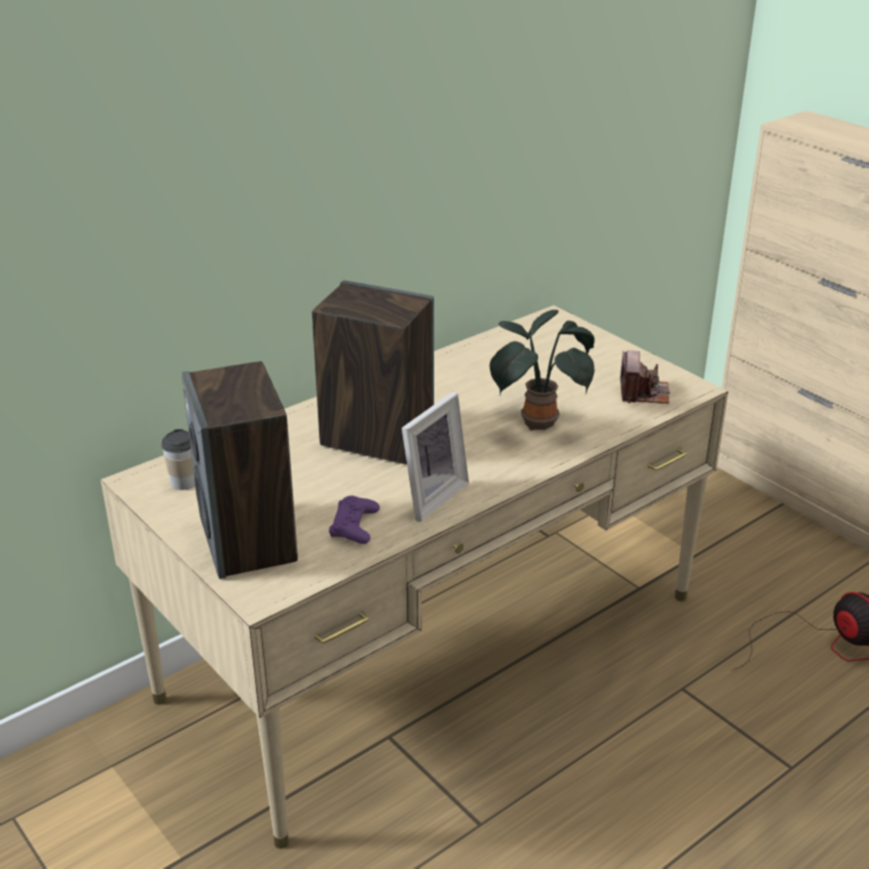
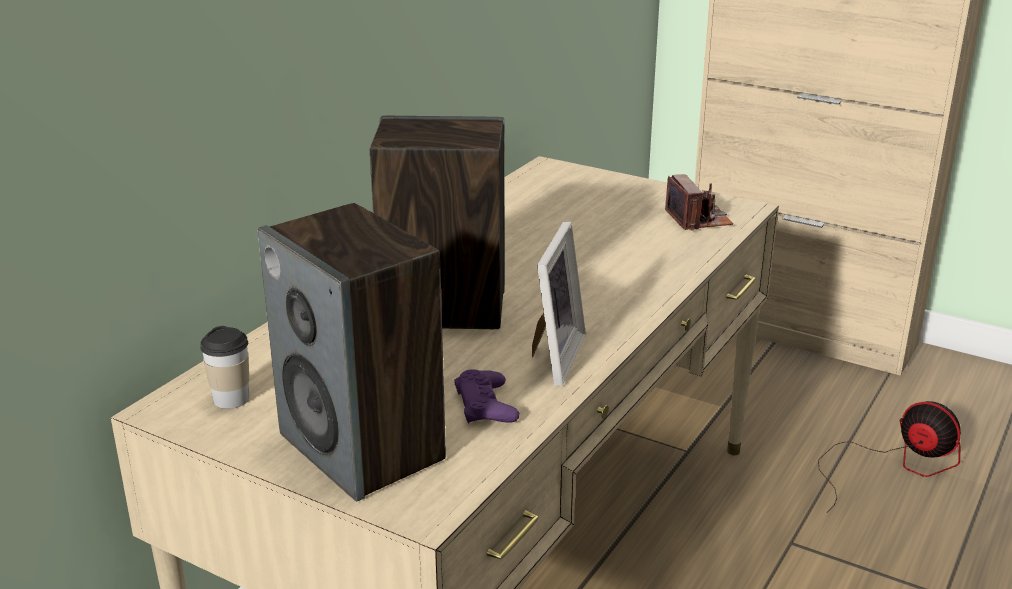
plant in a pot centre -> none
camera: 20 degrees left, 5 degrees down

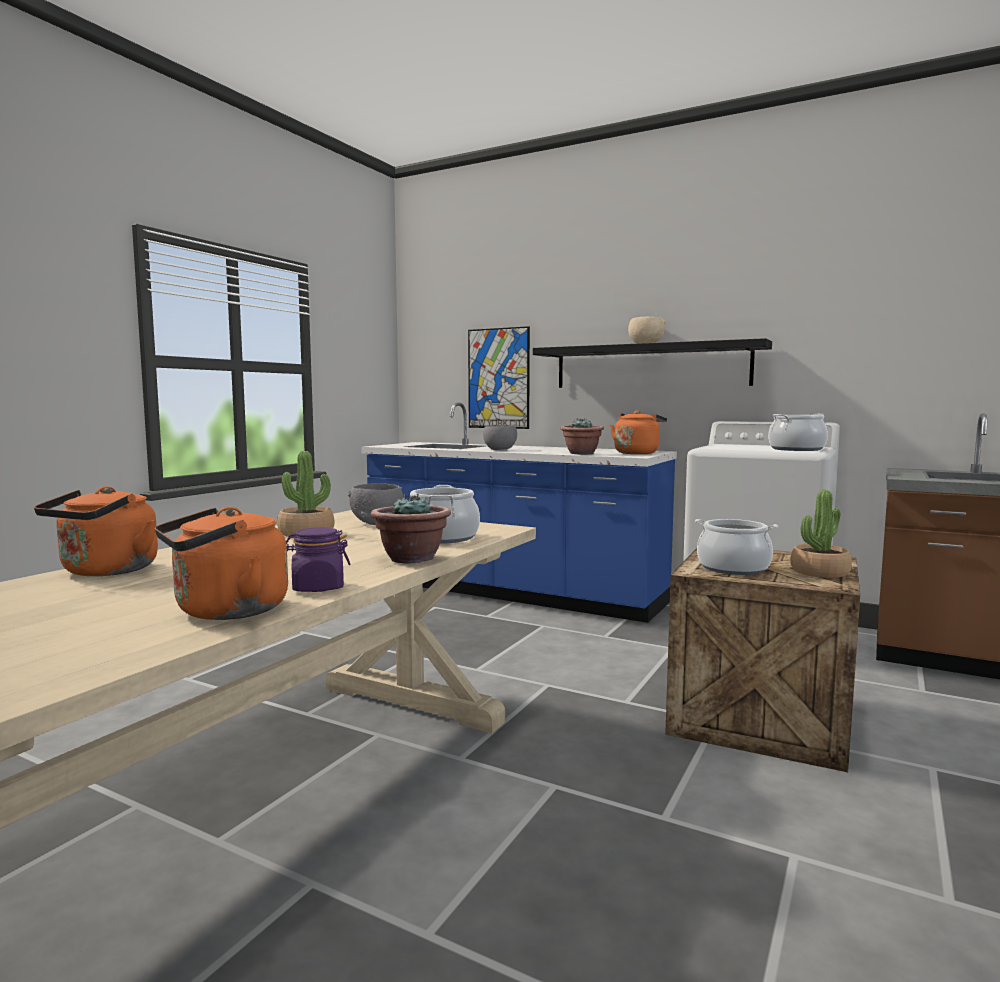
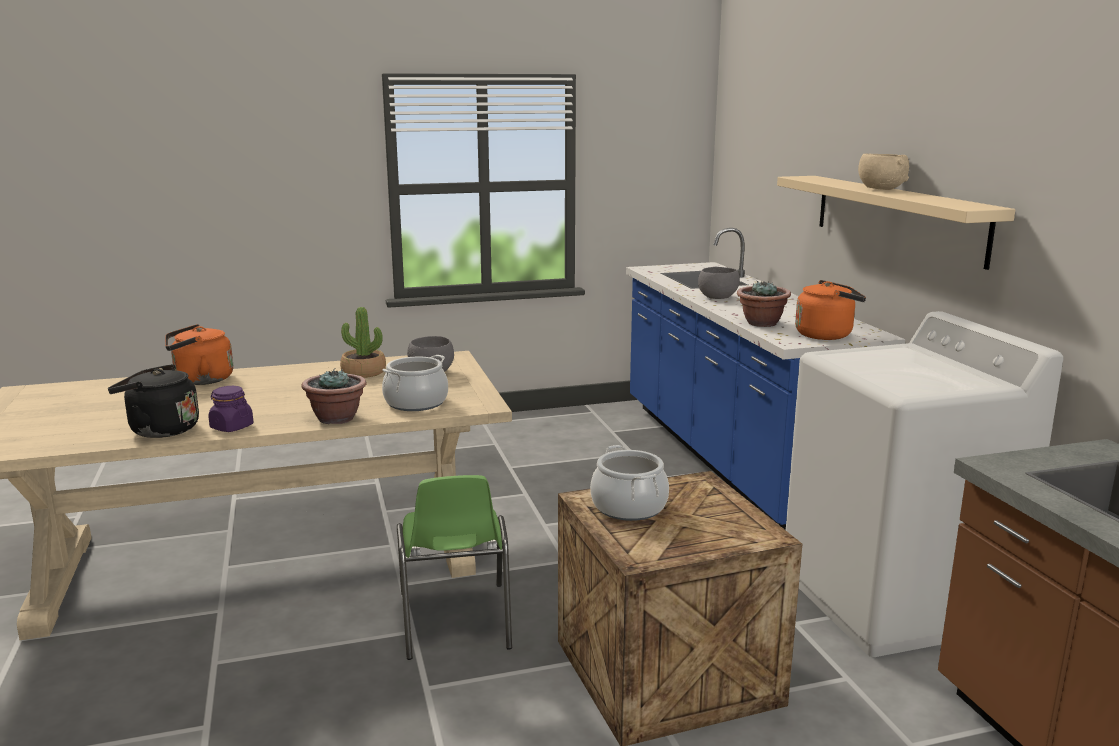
picture centre -> none
black-coloured bracket shelf centre -> sand-coloured bracket shelf top right
stockpot (no. 3 from left) middle right -> none
plant in a pot (no. 4 from left) middle right -> none
orangey tea kettle (no. 2 from left) middle left -> black-coloured tea kettle middle left
none -> green plain chair bottom centre
camera: 45 degrees right, 10 degrees up

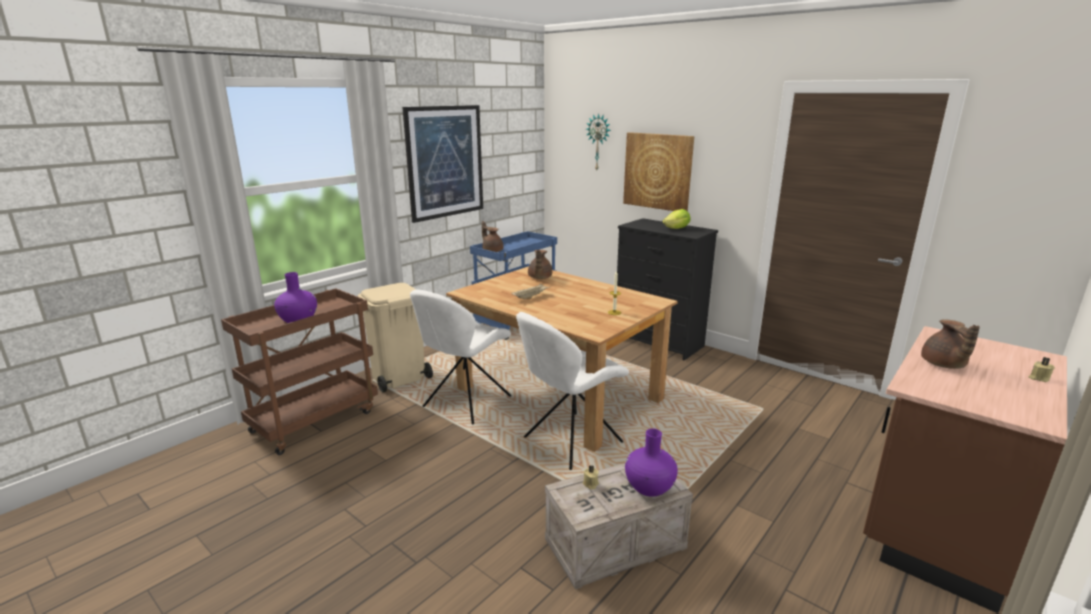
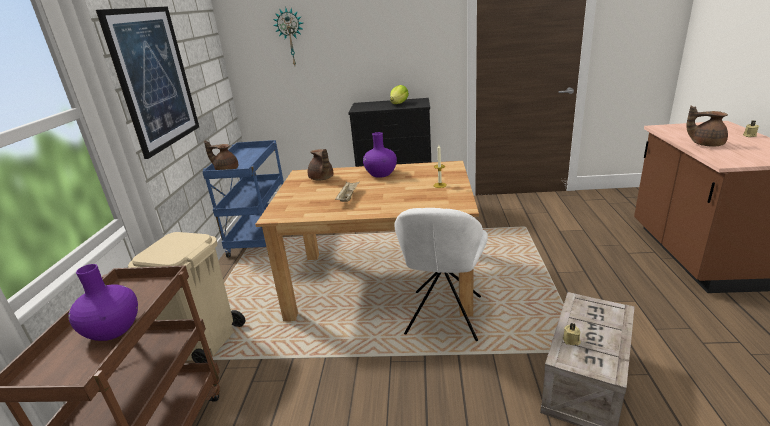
picture (no. 2 from left) top centre -> none
white plain chair (no. 1 from left) centre -> none
brownish tea pot (no. 3 from left) middle right -> brownish tea pot (no. 3 from left) top right, 150 degrees clockwise
purplish vase (no. 2 from left) bottom centre -> purplish vase (no. 2 from left) centre, relocated
camera: 35 degrees left, 5 degrees up

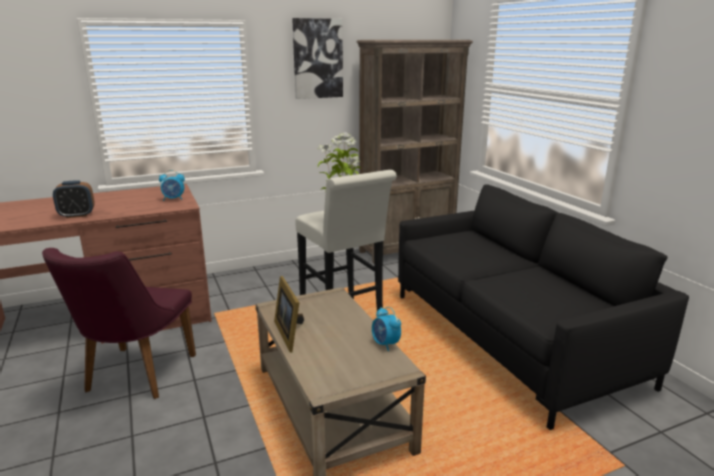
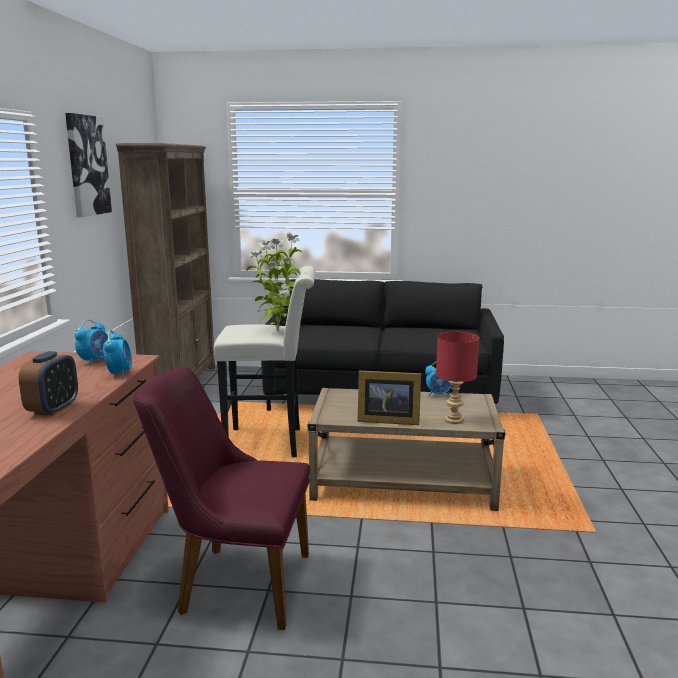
purplish plain chair bottom left, 150 degrees clockwise
none -> bedside clock (no. 3 from left) middle left
none -> red tabletop lamp middle right
camera: 60 degrees left, 5 degrees down

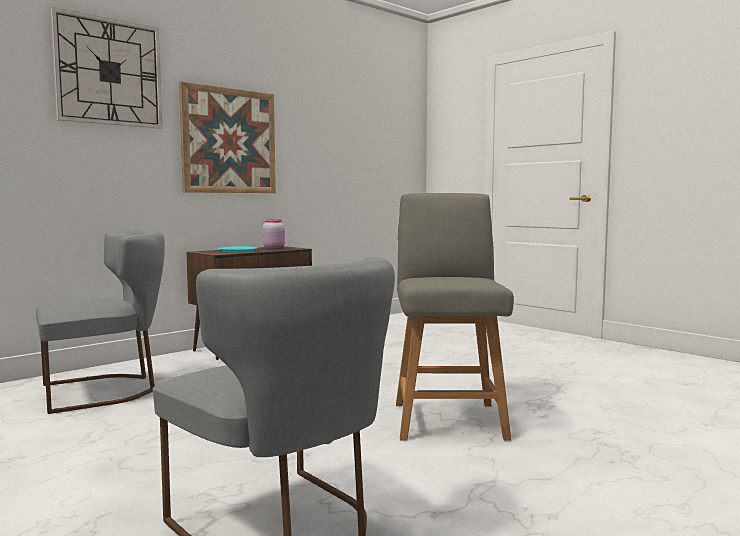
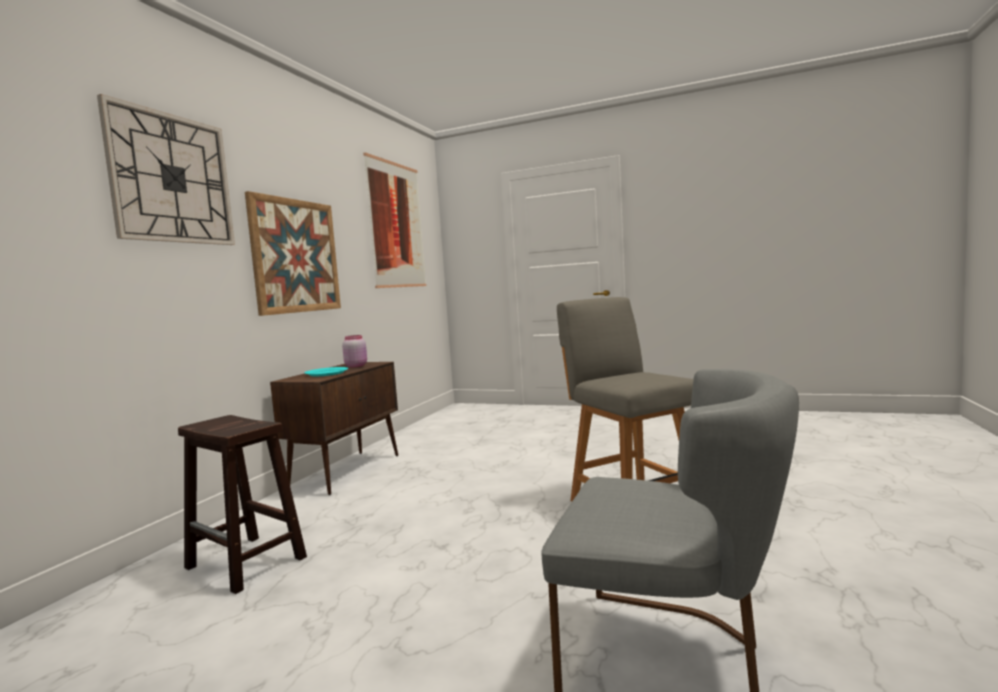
greyish plain chair (no. 1 from left) middle left -> brownish sitting stool bottom left
none -> picture (no. 2 from left) top centre
camera: 25 degrees left, 0 degrees up

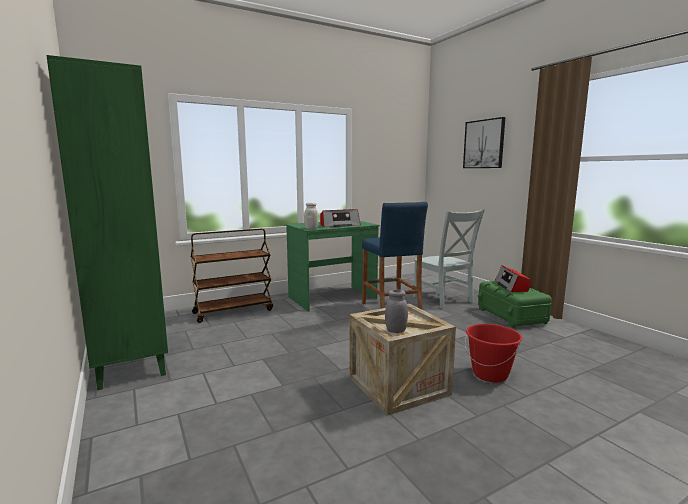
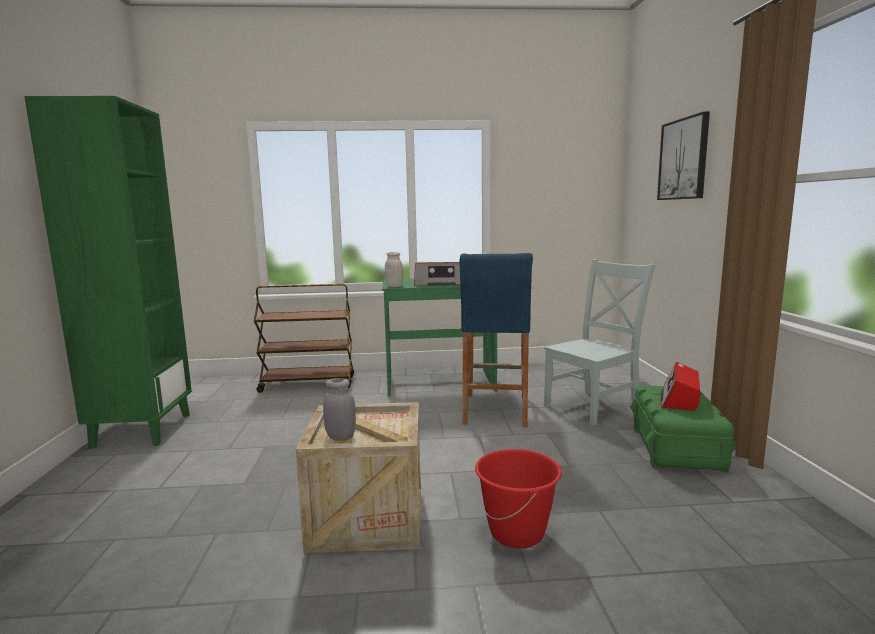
greyish plain chair centre -> greyish plain chair middle right, 120 degrees counterclockwise
camera: 25 degrees right, 0 degrees up

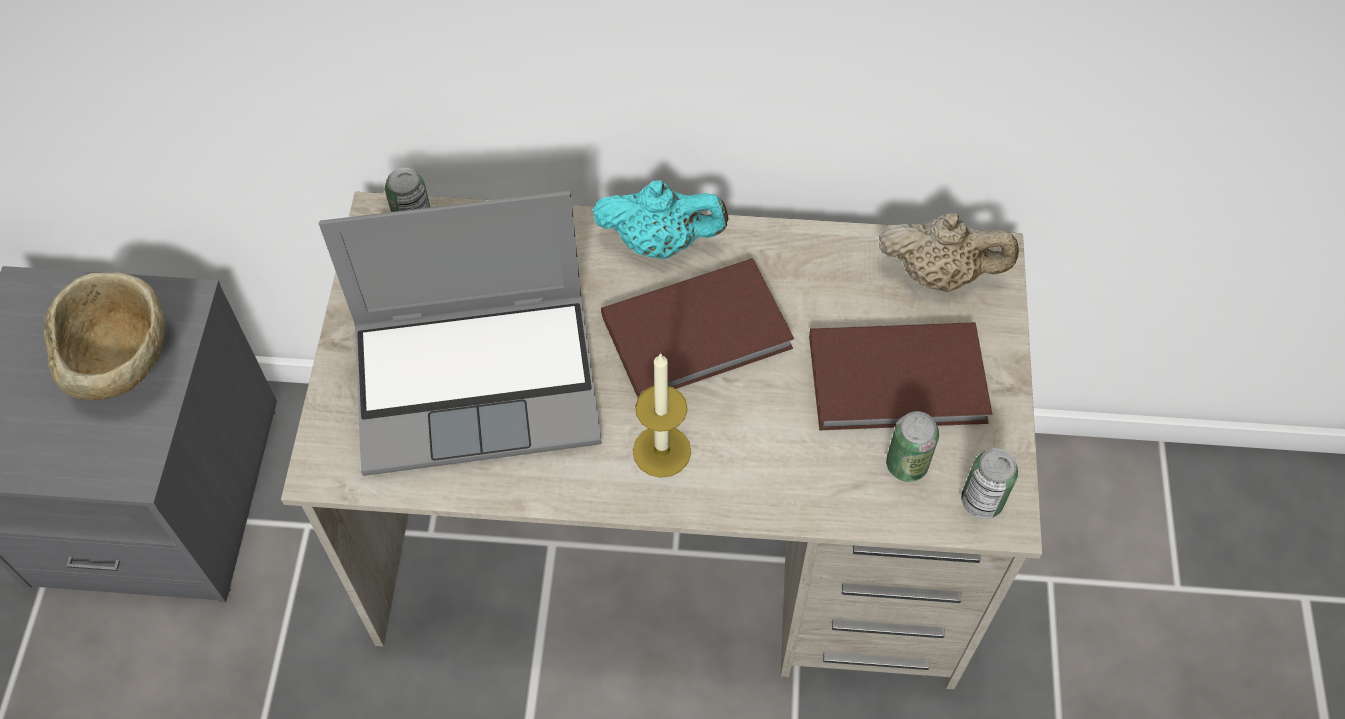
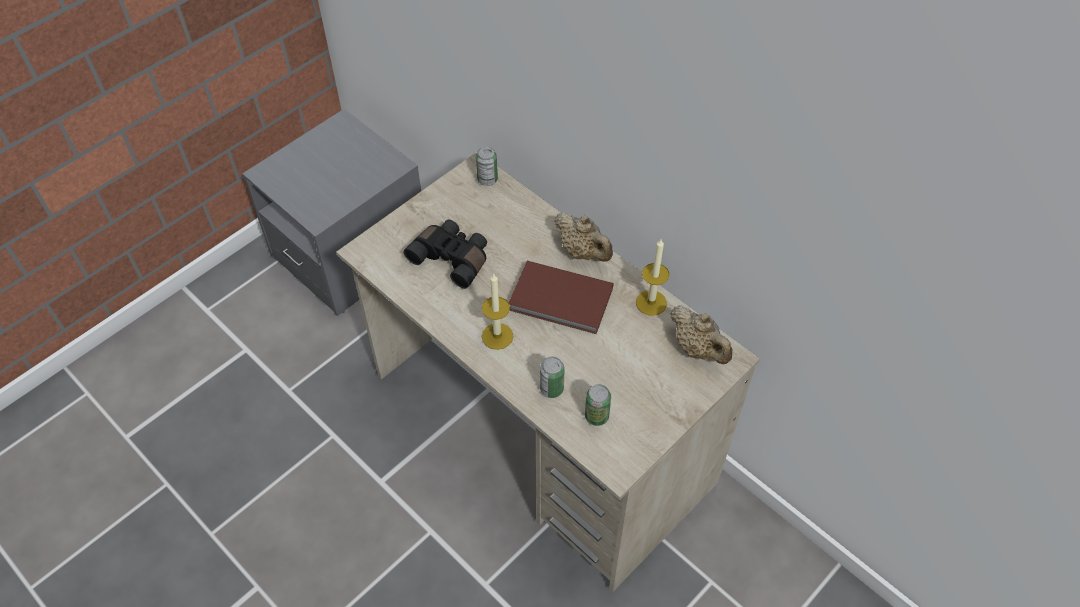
turquoise tea pot top centre -> sand-coloured tea pot (no. 1 from left) centre
notebook computer centre -> black-coloured field glasses centre
sand-coloured serving bowl middle left -> none
brownish volume (no. 2 from left) middle right -> none
can (no. 3 from left in the first image) bottom right -> can (no. 2 from left) centre, relocated
none -> candle (no. 2 from left) centre
camera: 40 degrees right, 5 degrees down

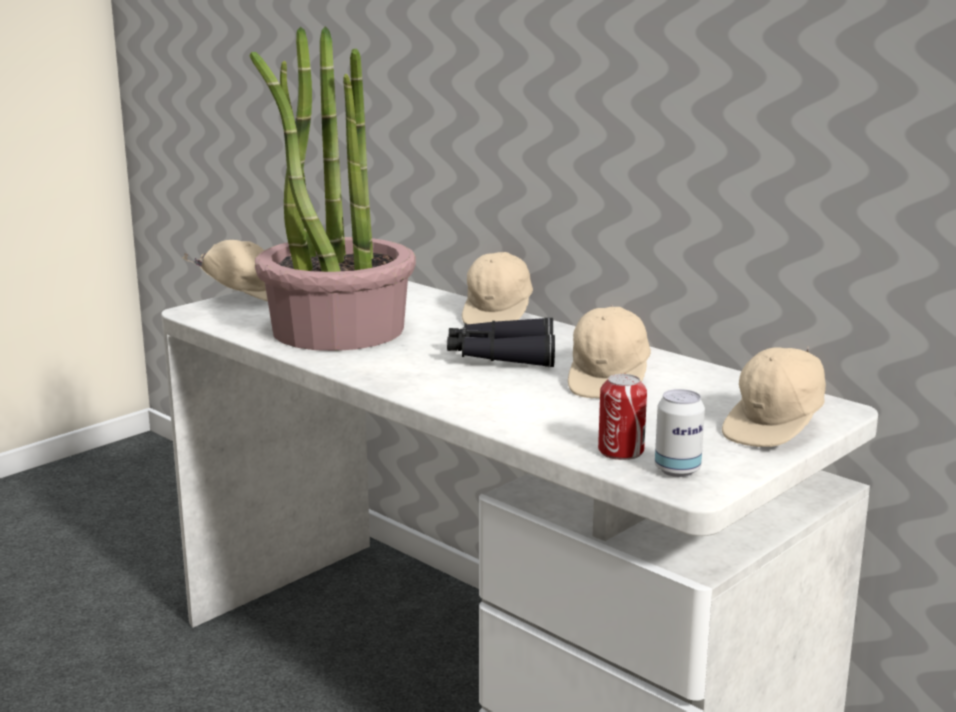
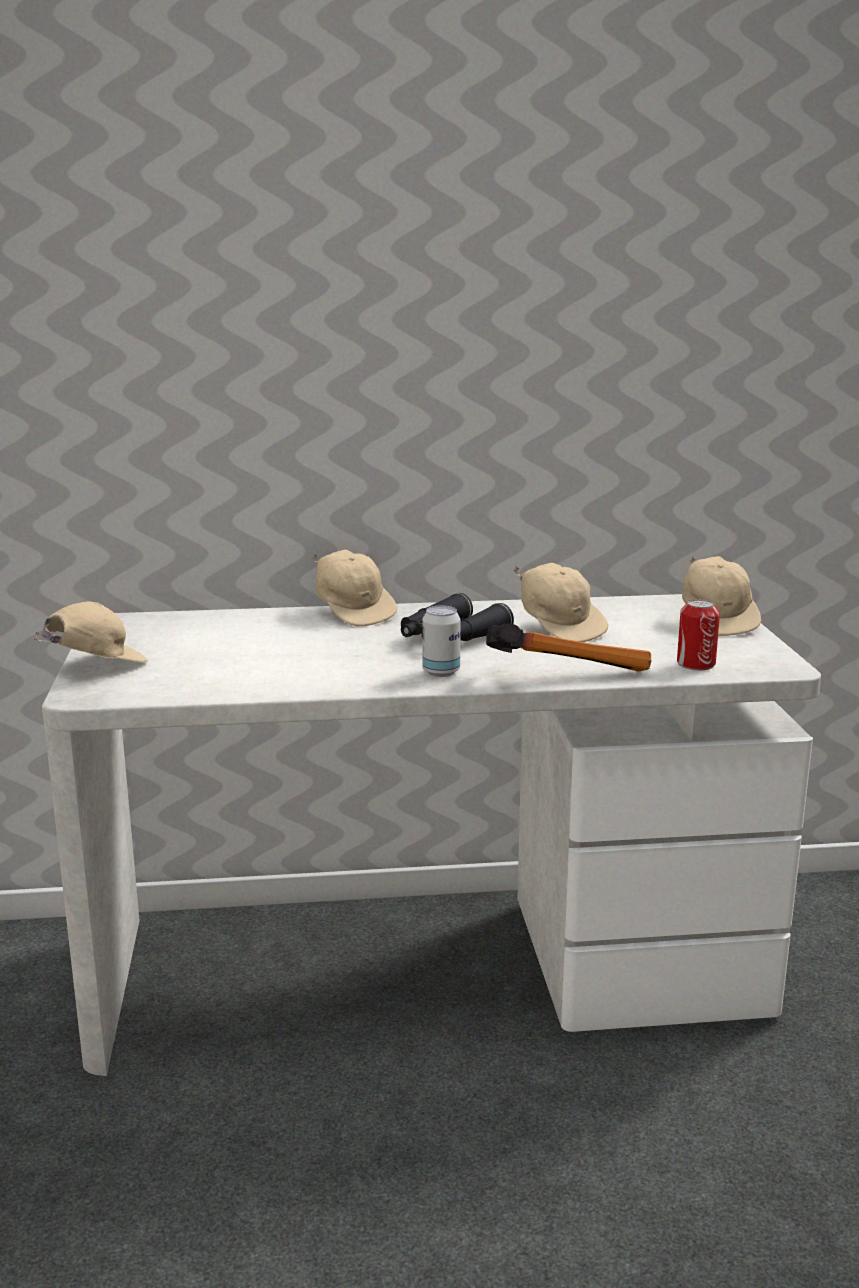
plant in a pot top centre -> none
can (no. 2 from left in the first image) middle right -> can (no. 1 from left) centre, relocated
none -> hand hammer centre
camera: 50 degrees left, 0 degrees up

